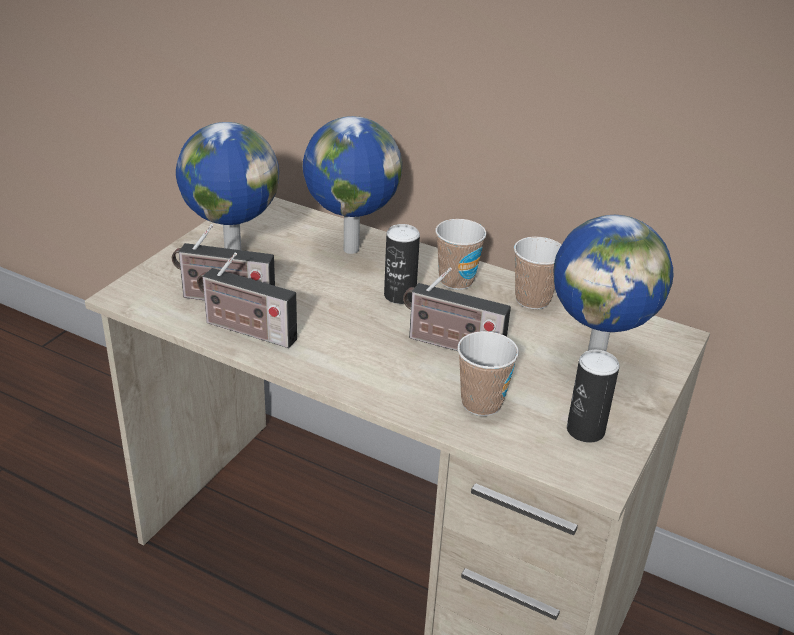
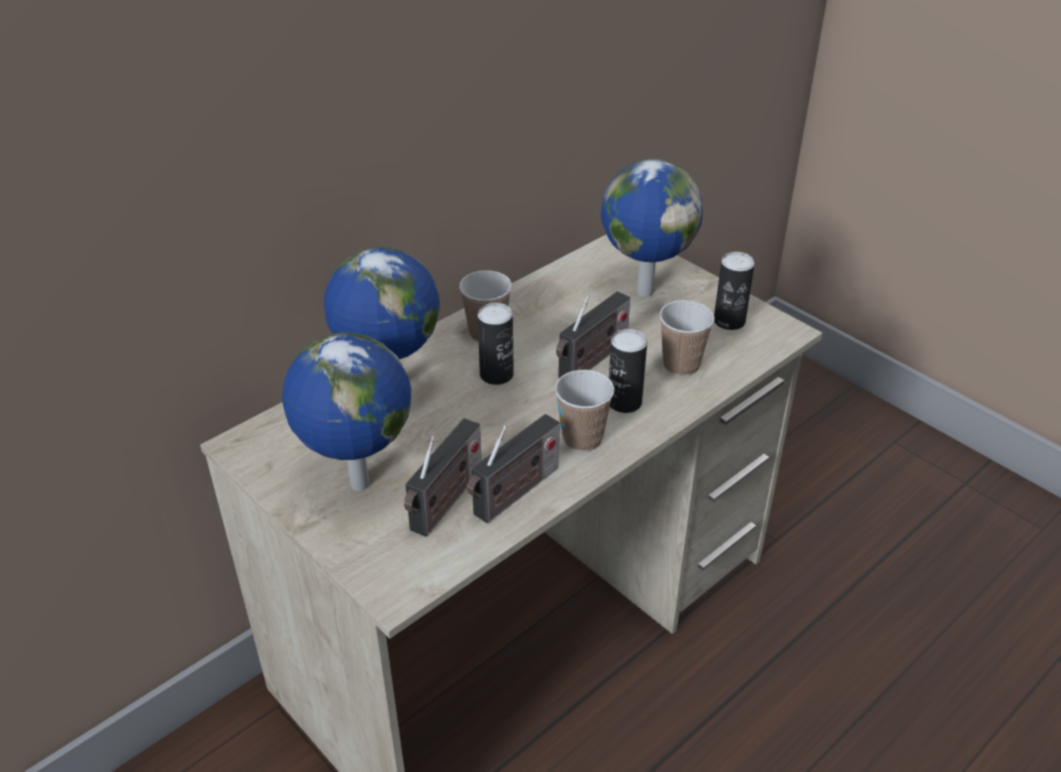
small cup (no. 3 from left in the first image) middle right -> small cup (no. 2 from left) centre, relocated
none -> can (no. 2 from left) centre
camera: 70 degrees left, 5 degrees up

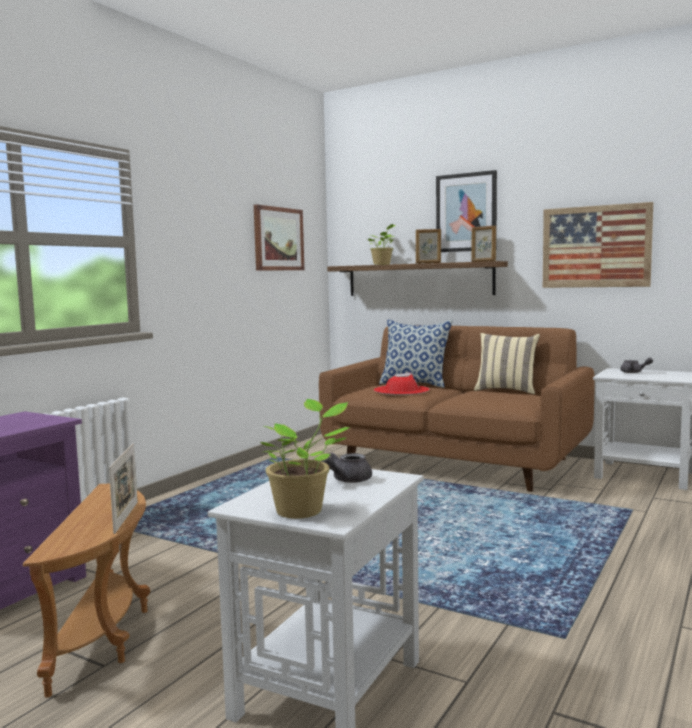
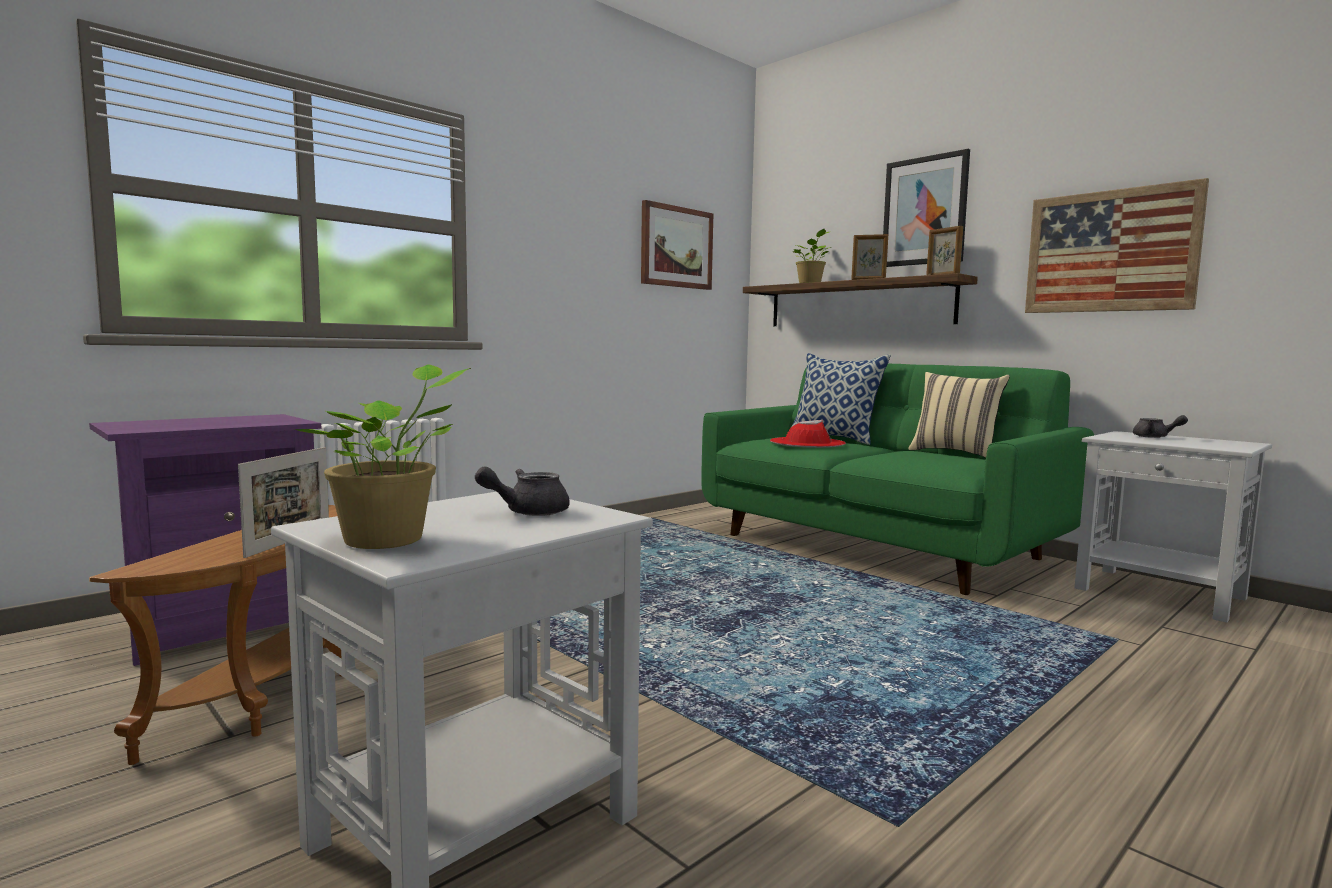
brownish couch centre -> green couch middle right
camera: 15 degrees right, 0 degrees up

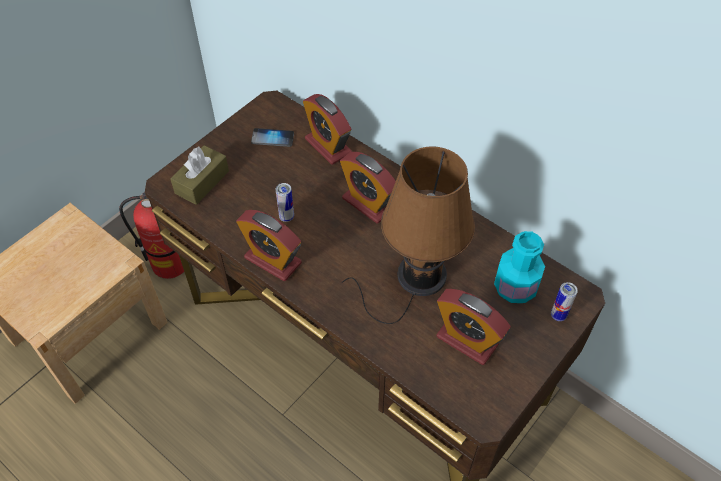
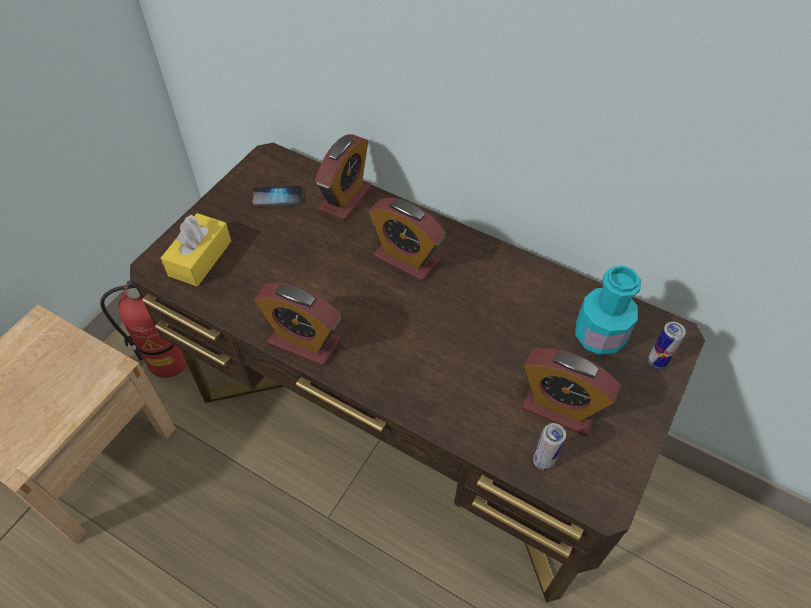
bedside clock (no. 2 from left) top centre, 105 degrees counterclockwise
brownish tissue holder middle left -> yellow tissue holder middle left
brownish tabletop lamp centre -> none
can (no. 1 from left) centre -> can (no. 1 from left) bottom right, relocated
camera: 10 degrees left, 0 degrees up

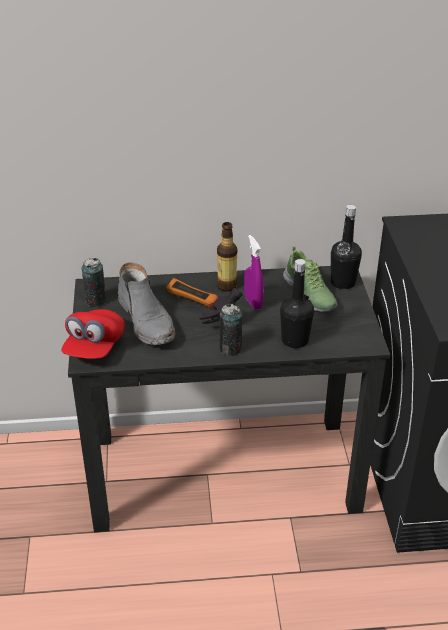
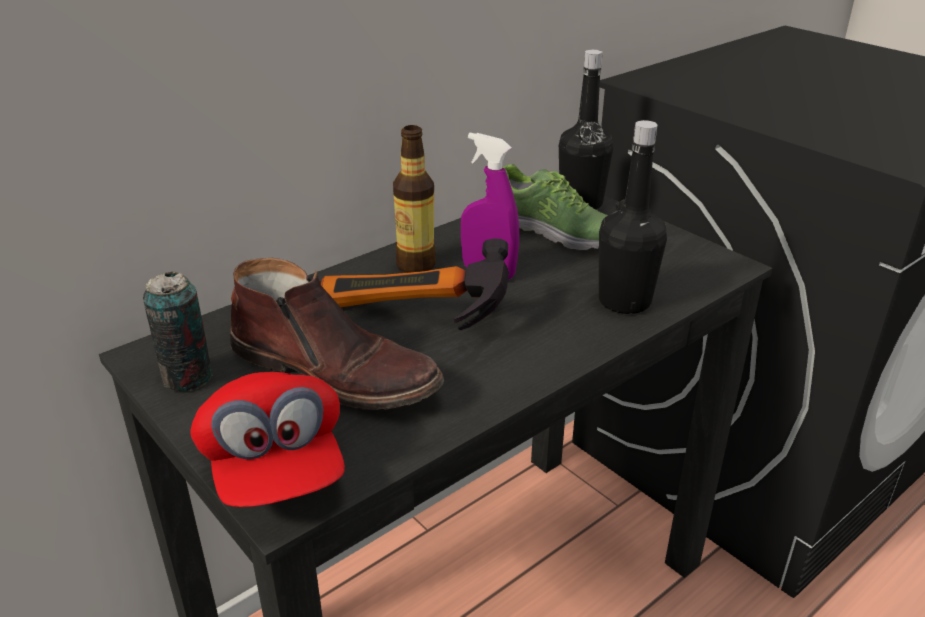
greyish boot middle left -> brownish boot centre
can (no. 2 from left) centre -> none
camera: 35 degrees left, 5 degrees down

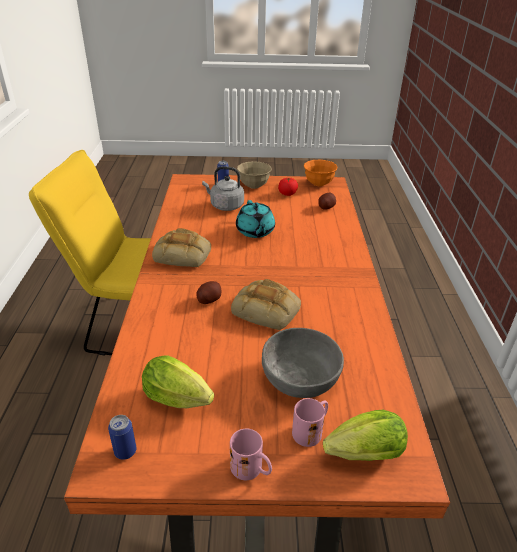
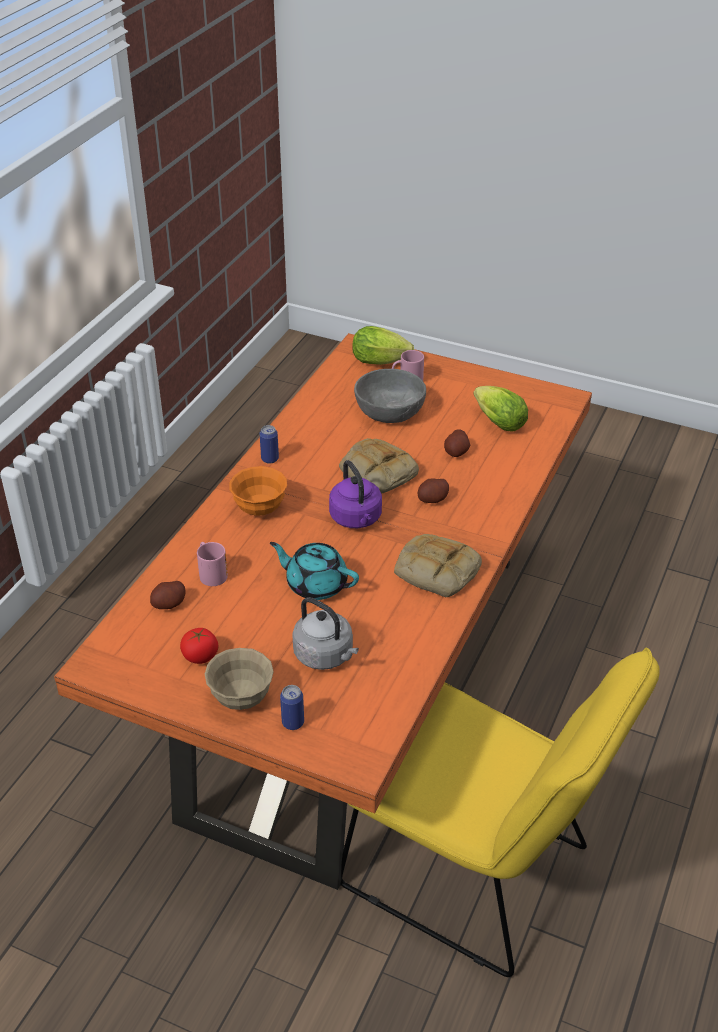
orangey serving bowl top centre -> orangey serving bowl centre, relocated
turquoise tea pot centre, 75 degrees counterclockwise
can (no. 1 from left) bottom left -> can (no. 1 from left) centre, relocated
pink mug (no. 1 from left) bottom centre -> pink mug (no. 1 from left) middle left, relocated
none -> potato (no. 3 from left) centre
none -> purplish tea kettle centre
camera: 155 degrees left, 5 degrees up

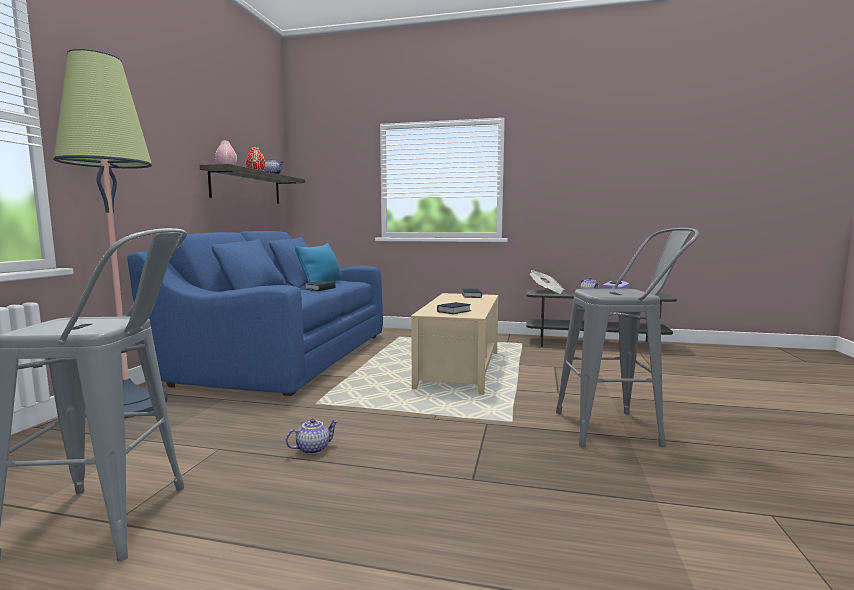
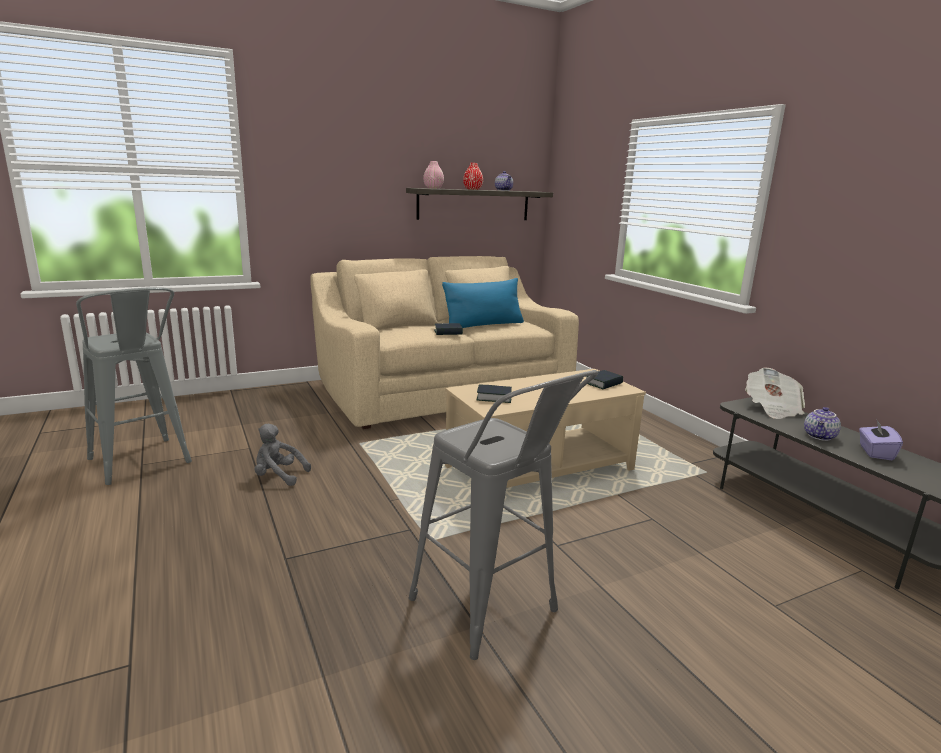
standing lamp middle left -> none
blue-coloured couch middle left -> sand-coloured couch centre
tea pot (no. 2 from left) bottom centre -> greyish cuddly toy middle left
camera: 50 degrees right, 10 degrees up

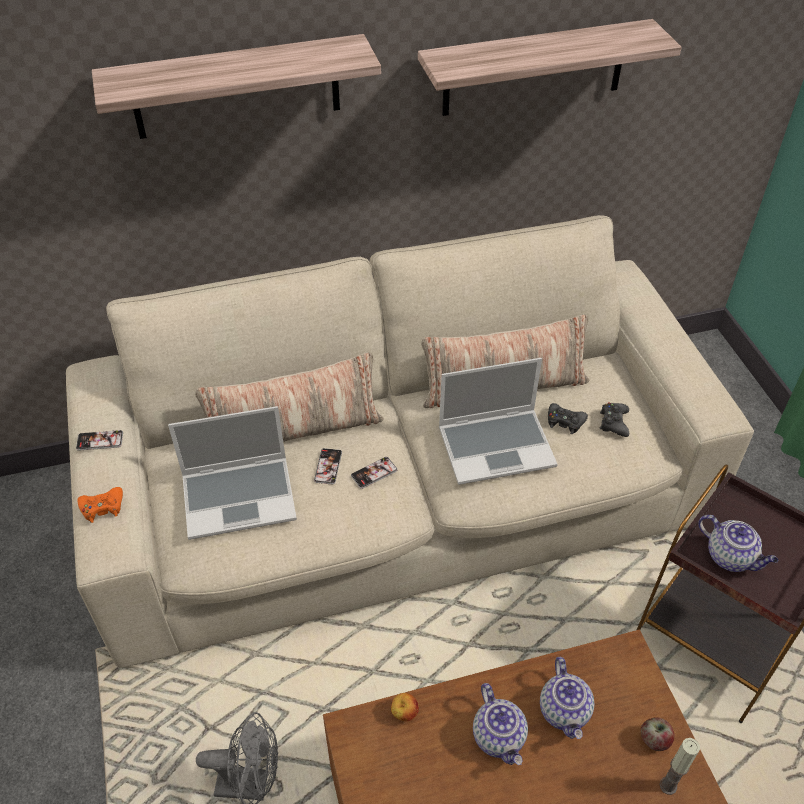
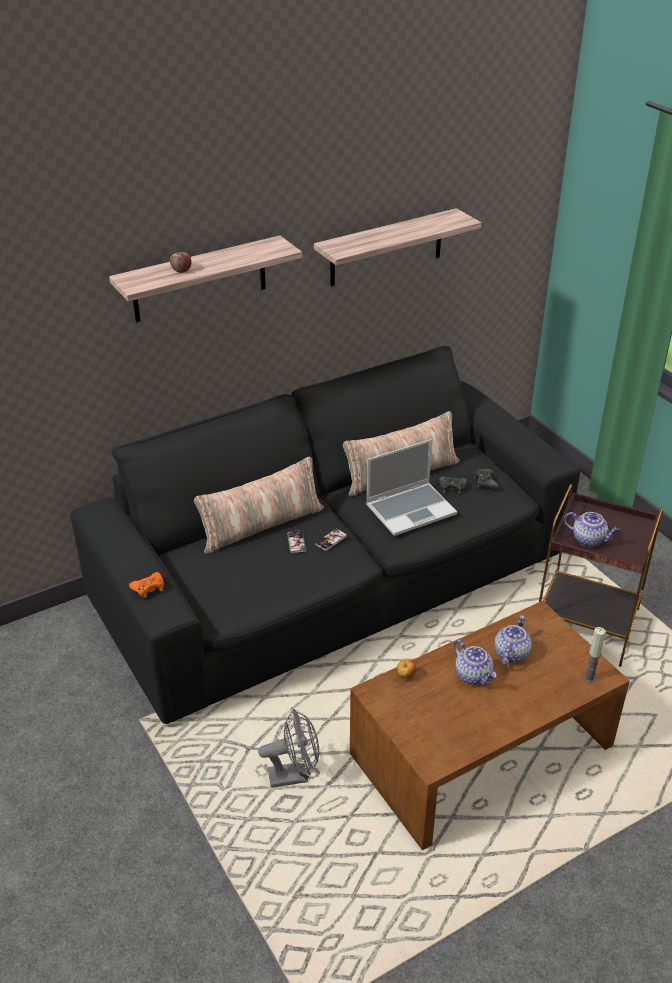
sand-coloured couch centre -> black-coloured couch centre
notebook computer (no. 1 from left) middle left -> none
handset (no. 1 from left) middle left -> none
tea pot (no. 2 from left) bottom right -> tea pot (no. 2 from left) middle right, 135 degrees counterclockwise
apple (no. 2 from left in the first image) bottom right -> apple (no. 1 from left) top left, relocated
camera: 15 degrees left, 10 degrees down

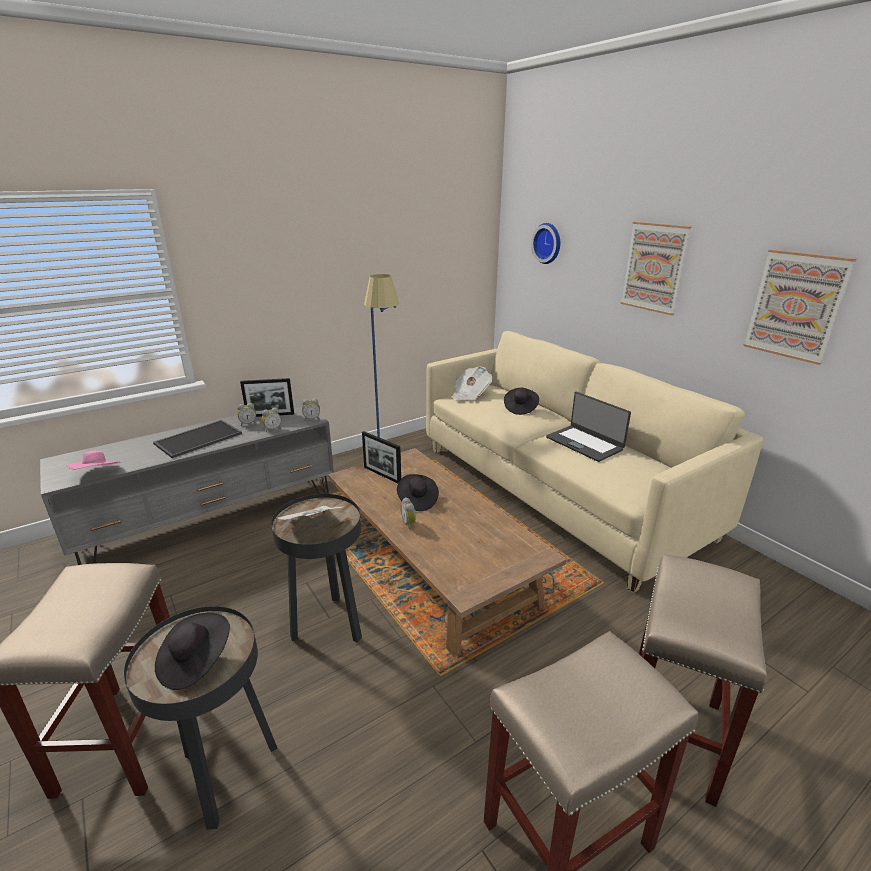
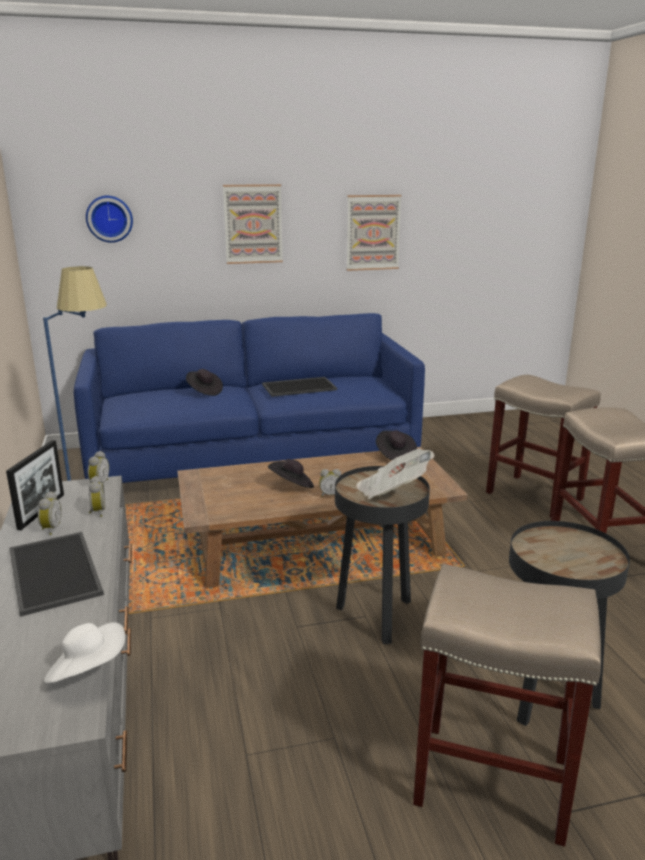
sand-coloured couch middle right -> blue-coloured couch centre
printed paper (no. 2 from left) centre -> none
notebook computer middle right -> carrying tray (no. 2 from left) centre
picture frame (no. 2 from left) centre -> none
pink clothing hat middle left -> white clothing hat bottom left
black-coloured clothing hat (no. 1 from left in the first image) bottom left -> black-coloured clothing hat (no. 3 from left) centre, relocated
camera: 70 degrees left, 5 degrees down

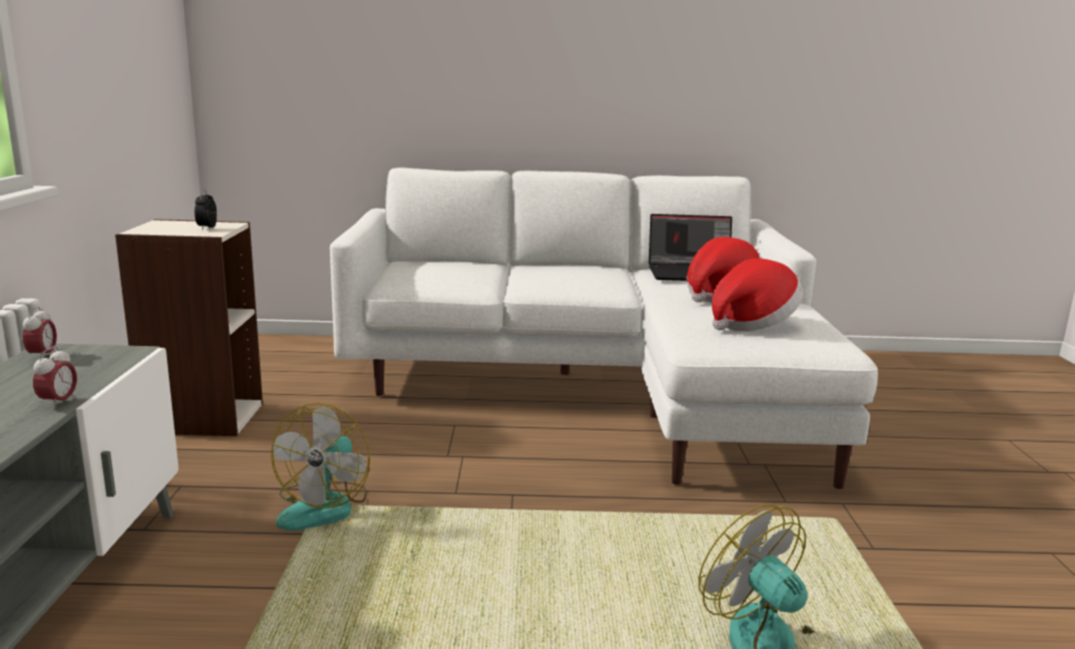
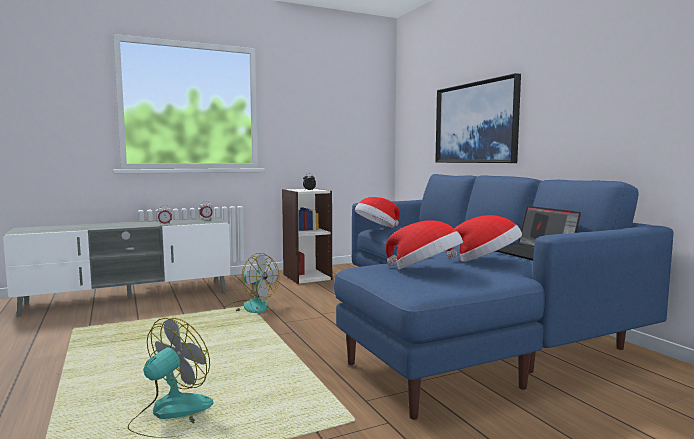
white couch centre -> blue-coloured couch bottom right
fan (no. 1 from left in the first image) bottom left -> fan (no. 2 from left) centre, 135 degrees counterclockwise
none -> picture top right
none -> clothing hat (no. 1 from left) centre
camera: 65 degrees right, 10 degrees down

